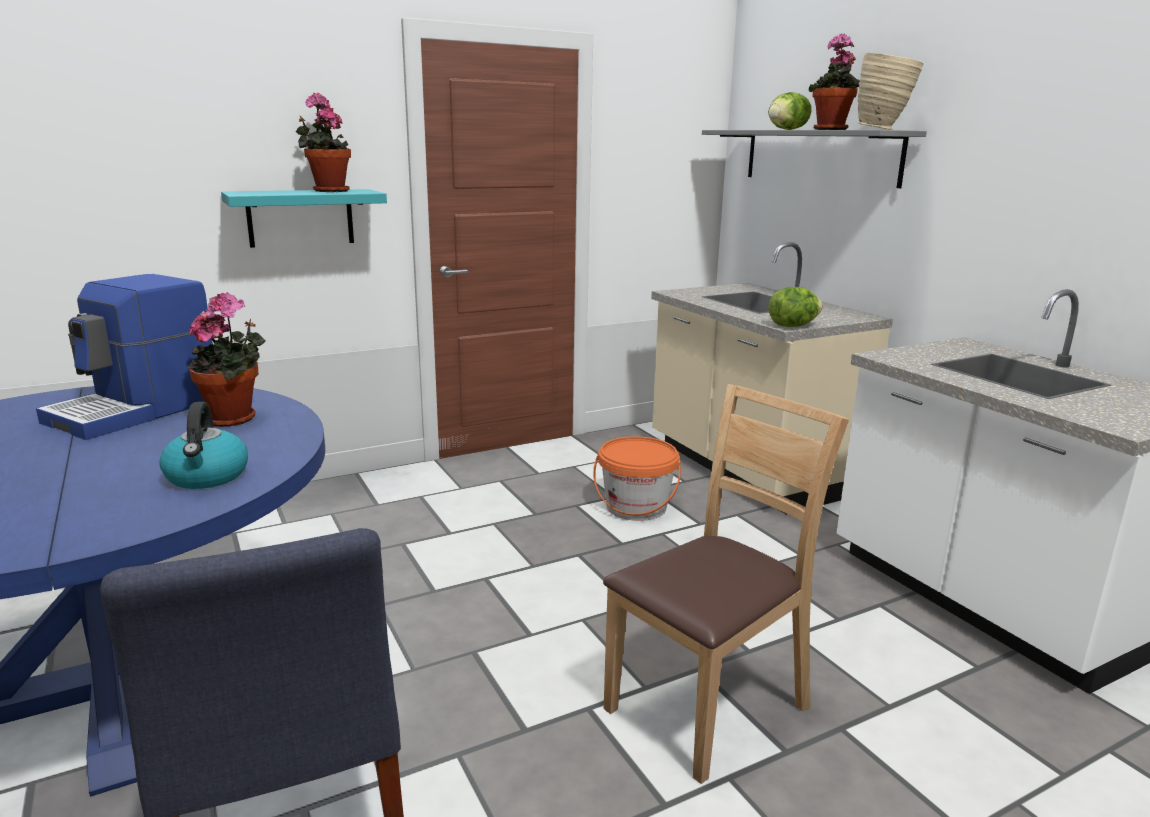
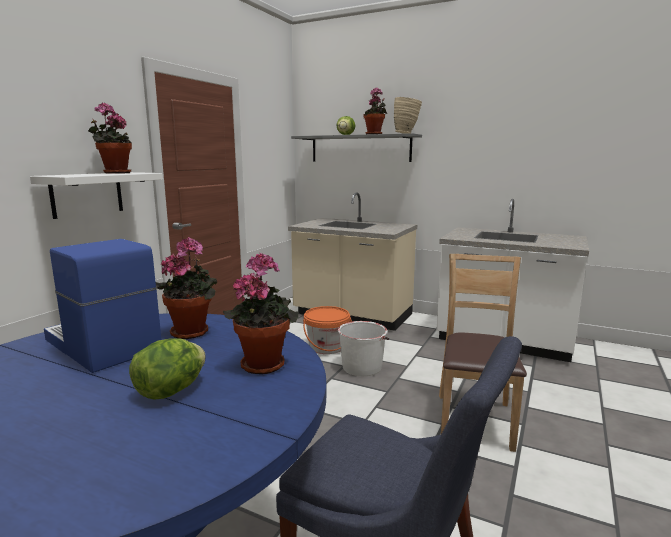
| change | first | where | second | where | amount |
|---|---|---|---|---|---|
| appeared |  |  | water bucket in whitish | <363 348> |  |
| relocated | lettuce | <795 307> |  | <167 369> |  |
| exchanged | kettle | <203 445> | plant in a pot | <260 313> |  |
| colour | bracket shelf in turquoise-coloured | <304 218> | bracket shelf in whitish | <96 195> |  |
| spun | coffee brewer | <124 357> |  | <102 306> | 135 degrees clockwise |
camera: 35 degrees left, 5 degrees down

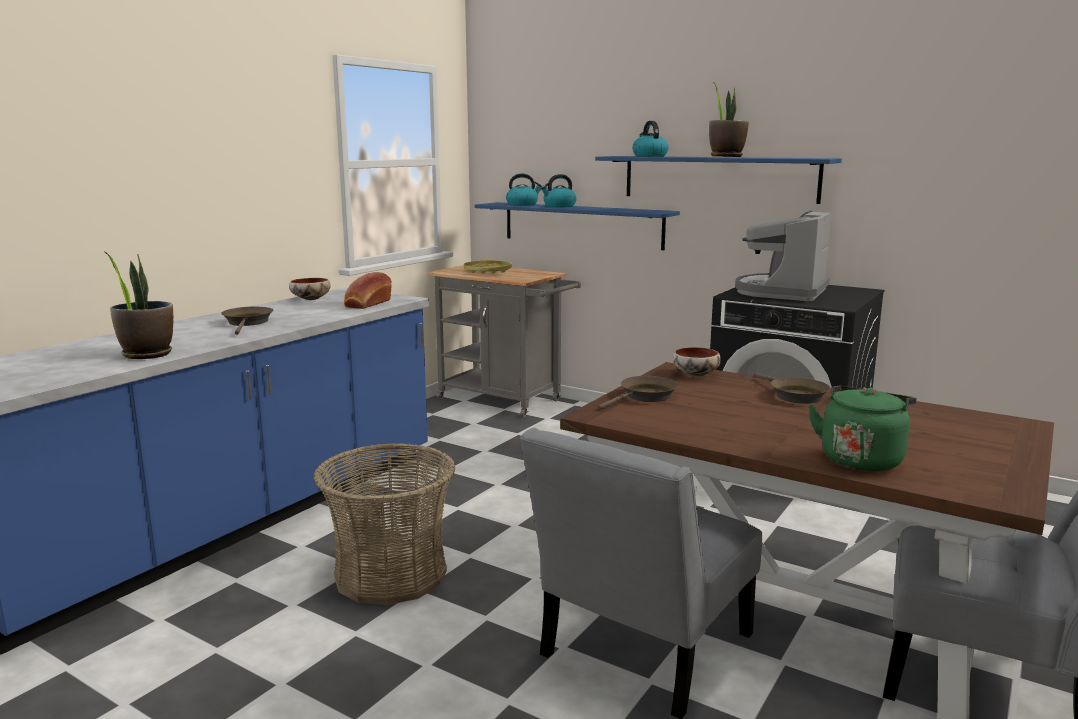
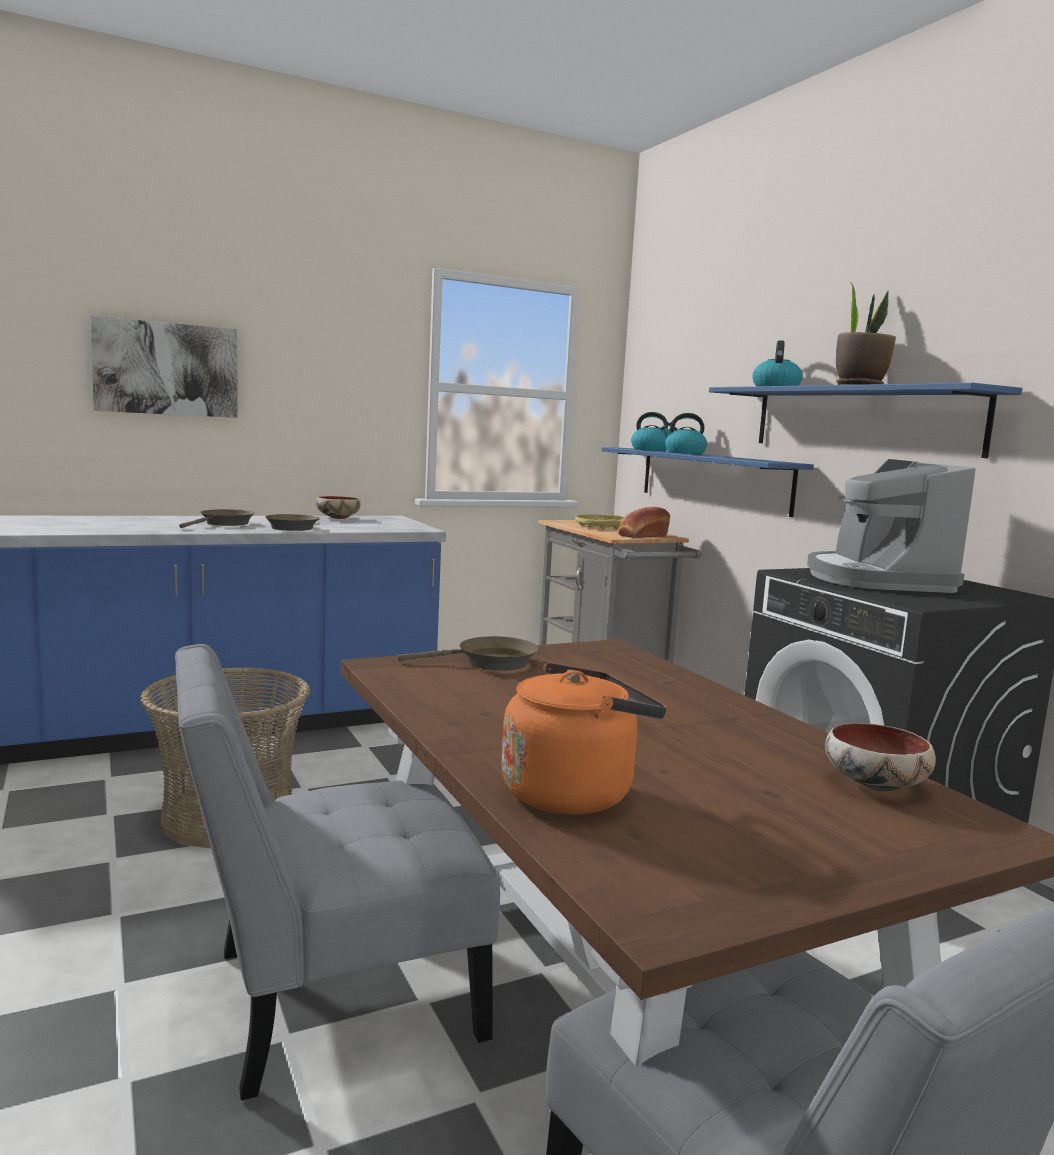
| change | first | where | second | where | amount |
|---|---|---|---|---|---|
| missing | plant in a pot | <139 305> |  |  |  |
| appeared |  |  | wall picture | <164 367> |  |
| relocated | bread | <368 290> |  | <644 522> |  |
| relocated | bowl | <697 361> |  | <880 757> |  |
| relocated | frying pan in brownish | <792 388> |  | <292 522> |  |
| colour | kettle in green | <862 428> | kettle in orangey | <583 738> |  |
| spun | coffee brewer | <783 256> |  | <891 526> | 60 degrees counterclockwise |
camera: 30 degrees right, 5 degrees down

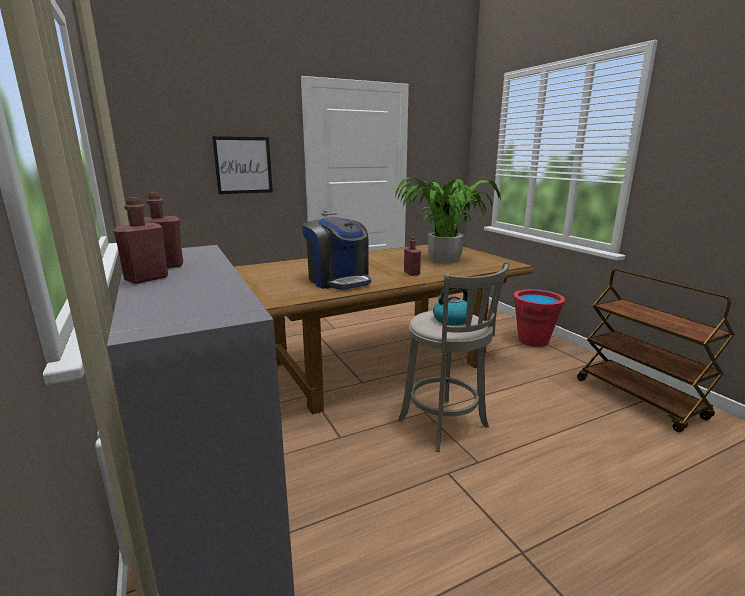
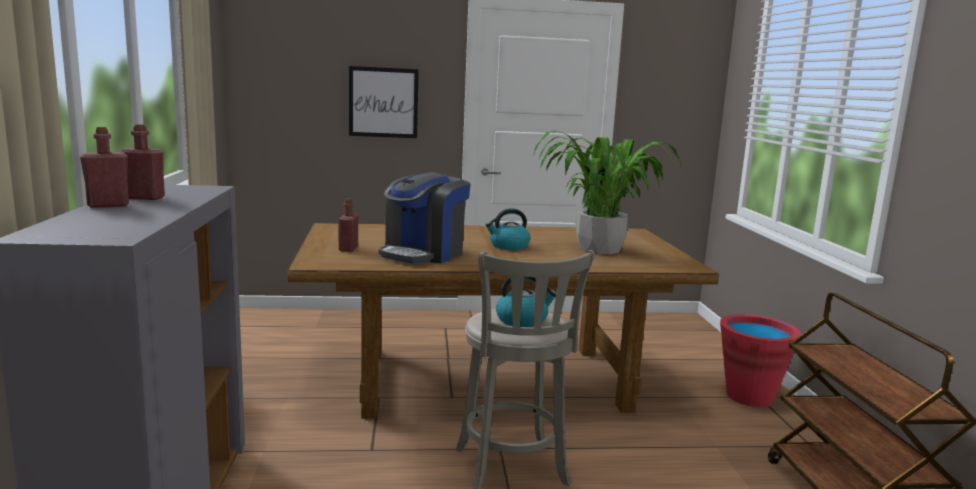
| change | first | where | second | where | amount |
|---|---|---|---|---|---|
| appeared |  |  | kettle | <507 229> |  |
| relocated | drink bottle in red-coloured | <412 256> |  | <348 225> |  |
| spun | coffee brewer | <336 253> |  | <424 218> | 45 degrees clockwise |
camera: 20 degrees right, 5 degrees down

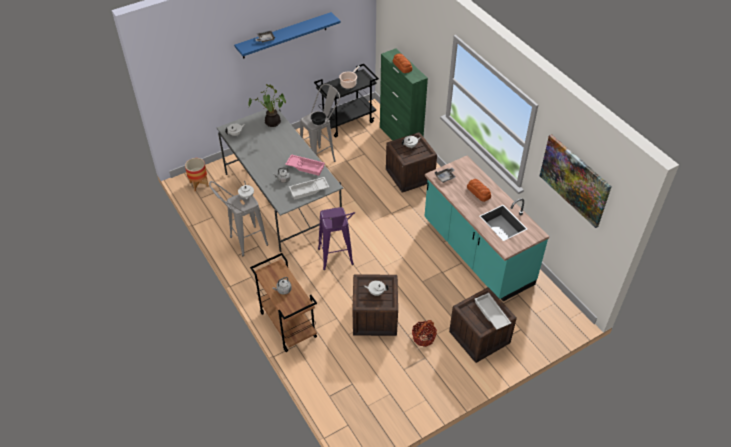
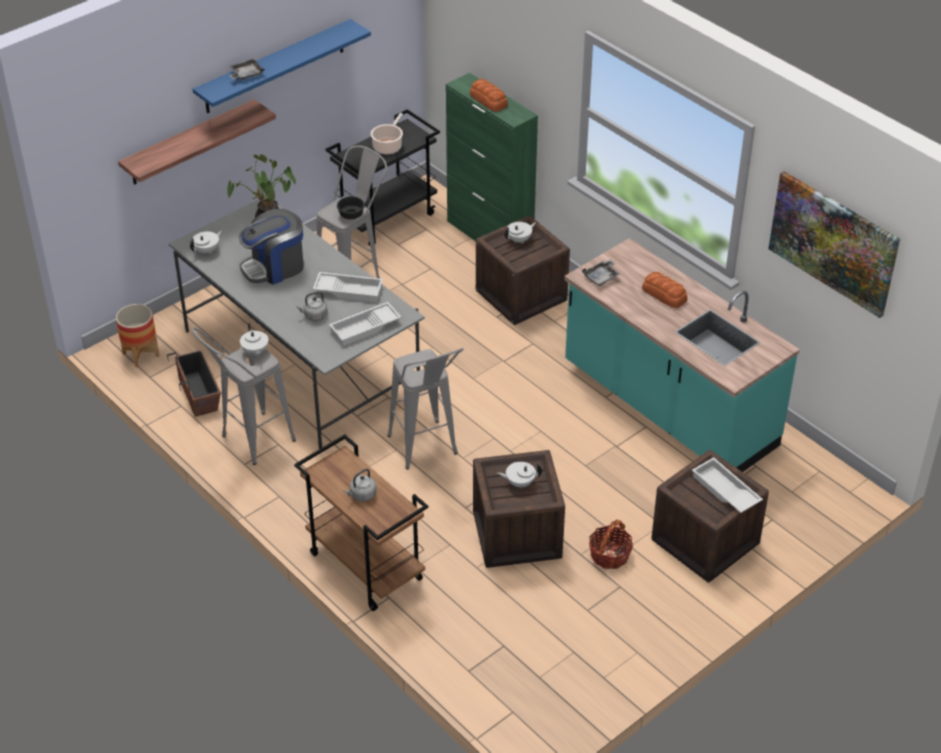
| change | first | where | second | where | amount |
|---|---|---|---|---|---|
| appeared |  |  | bracket shelf | <197 142> |  |
| appeared |  |  | plant pot | <194 383> |  |
| appeared |  |  | coffee brewer | <271 246> |  |
| colour | serving tray in pink | <305 165> | serving tray in whitish | <348 287> |  |
| colour | stool seat in purple-coloured | <336 238> | stool seat in grey | <426 408> |  |
camera: 10 degrees left, 5 degrees down

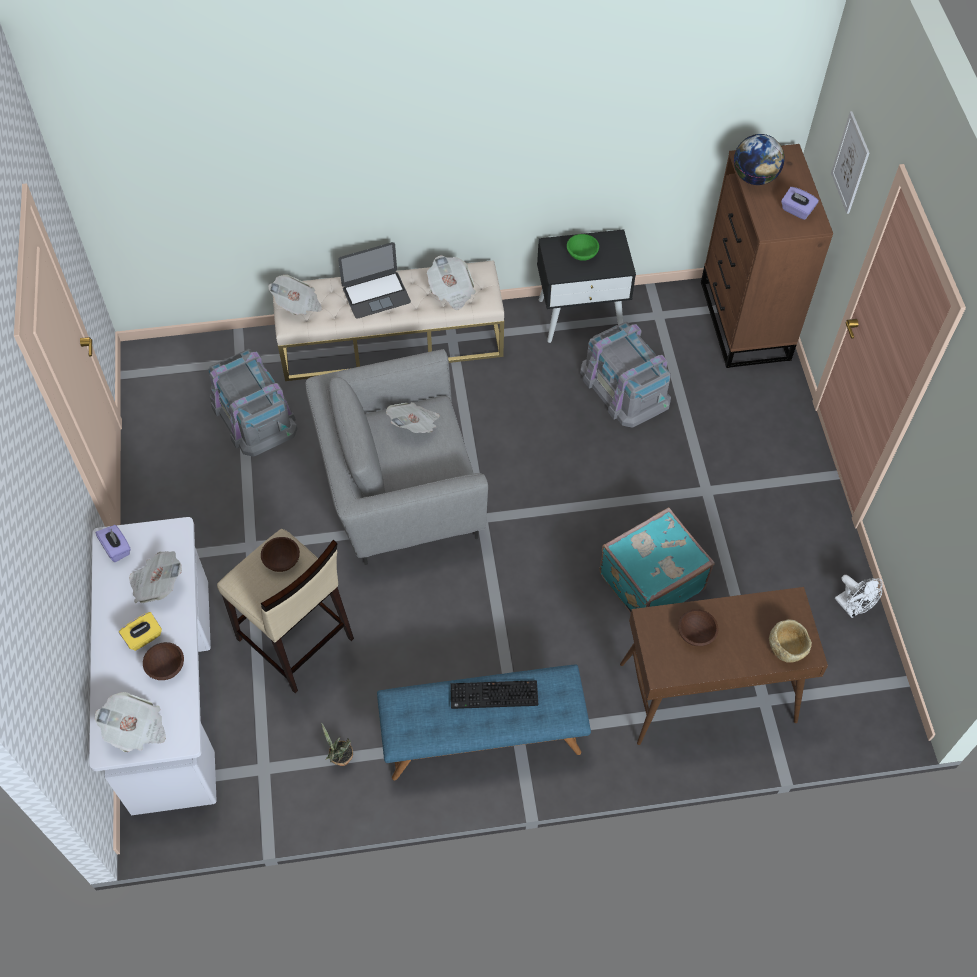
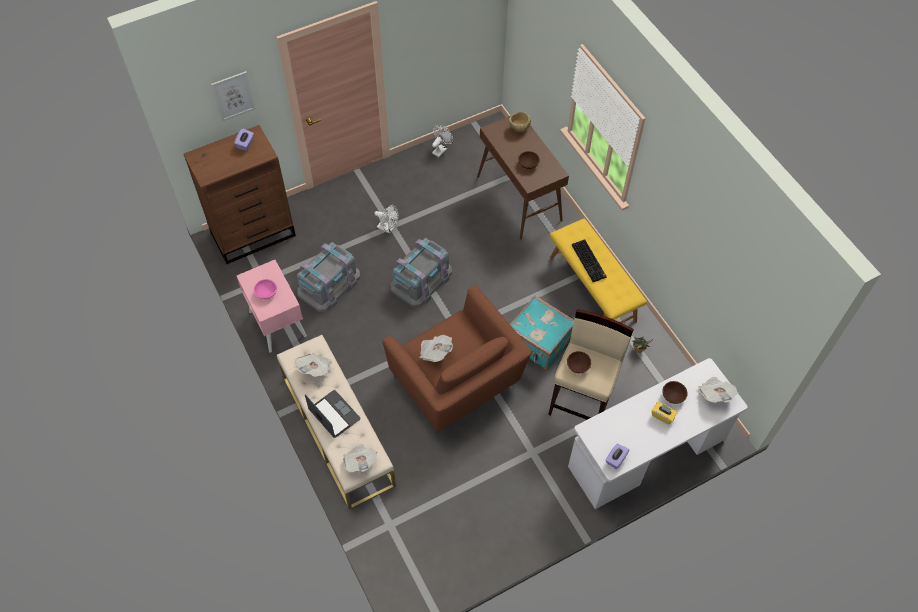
| change | first | where | second | where | amount |
|---|---|---|---|---|---|
| missing | printed paper | <155 577> |  |  |  |
| missing | globe | <759 159> |  |  |  |
| appeared |  |  | fan in whitish | <386 219> |  |
| relocated | storage box in grey | <253 403> |  | <421 272> |  |
| relocated | suitcase in turquoise-coloured | <657 560> |  | <542 332> |  |
| colour | armchair in grey | <397 457> | armchair in brownish | <457 359> |  |
| colour | bench in bluish | <484 722> | bench in yellow-coloured | <598 271> |  |
| colour | night table in black-coloured | <586 286> | night table in pink | <272 306> |  |
| colour | bowl in green | <583 247> | bowl in pink | <265 289> |  |
camera: 110 degrees left, 0 degrees up

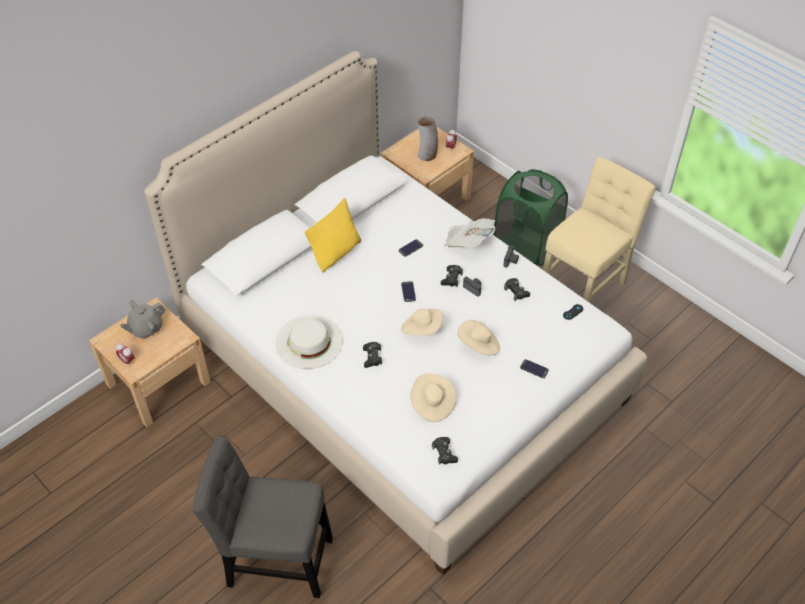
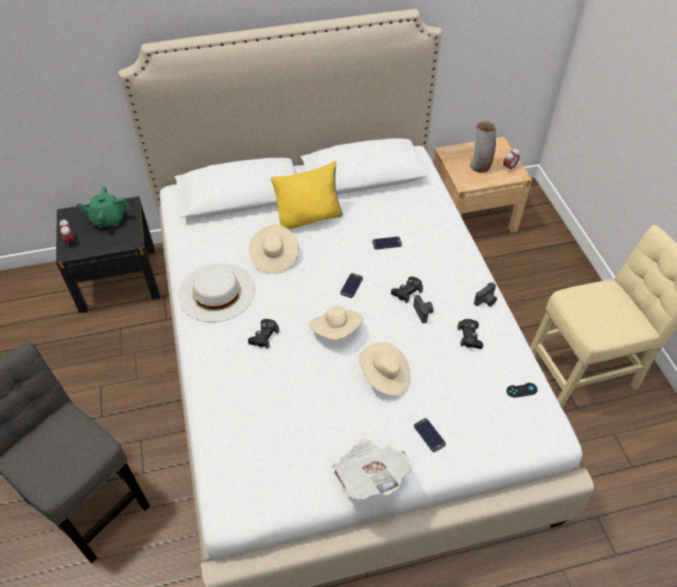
| change | first | where | second | where | amount |
|---|---|---|---|---|---|
| missing | game controller in black-coloured | <445 450> |  |  |  |
| missing | laundry basket in green | <531 217> |  |  |  |
| relocated | clothing hat in sand-coloured | <433 398> |  | <274 249> |  |
| relocated | printed paper | <469 233> |  | <372 469> |  |
| colour | night table in sand-coloured | <150 362> | night table in black-coloured | <108 254> |  |
| colour | teapot in grey | <143 319> | teapot in green | <103 207> |  |
camera: 30 degrees right, 0 degrees up

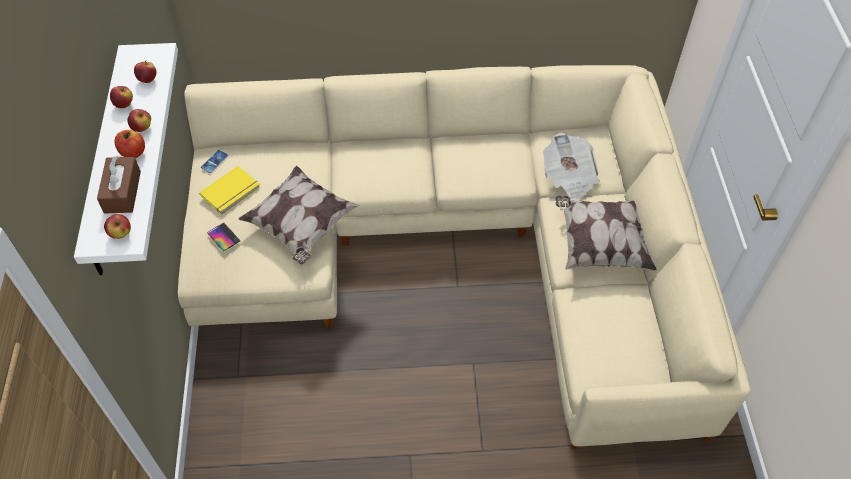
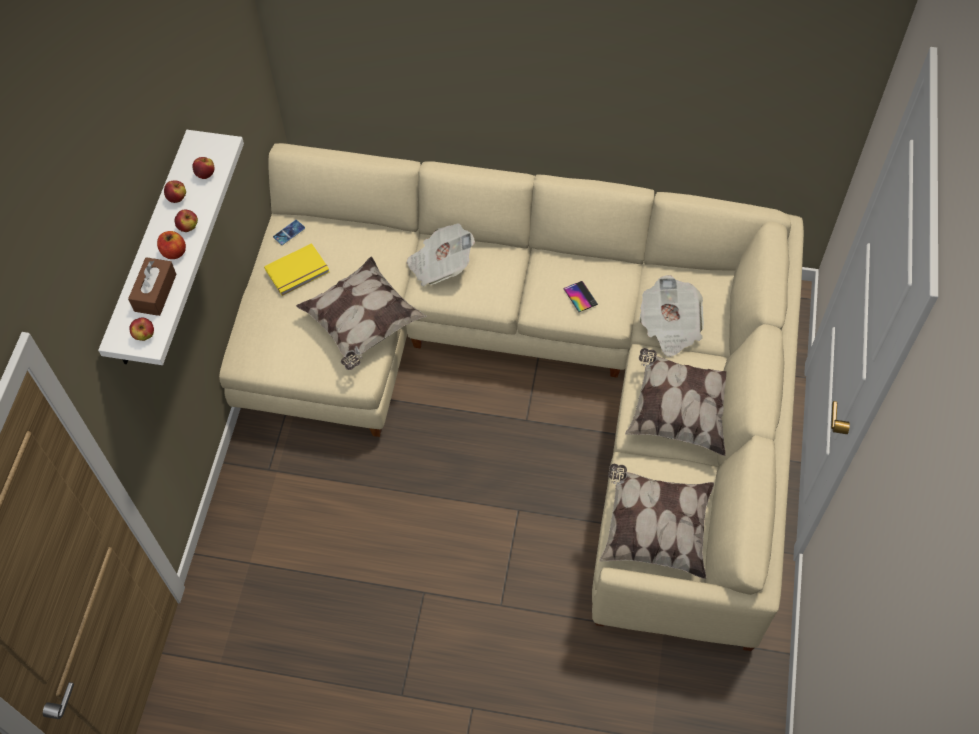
| change | first | where | second | where | amount |
|---|---|---|---|---|---|
| appeared |  |  | printed paper | <441 255> |  |
| appeared |  |  | throw pillow | <656 521> |  |
| relocated | handset | <223 237> |  | <580 296> |  |
camera: 15 degrees right, 5 degrees up

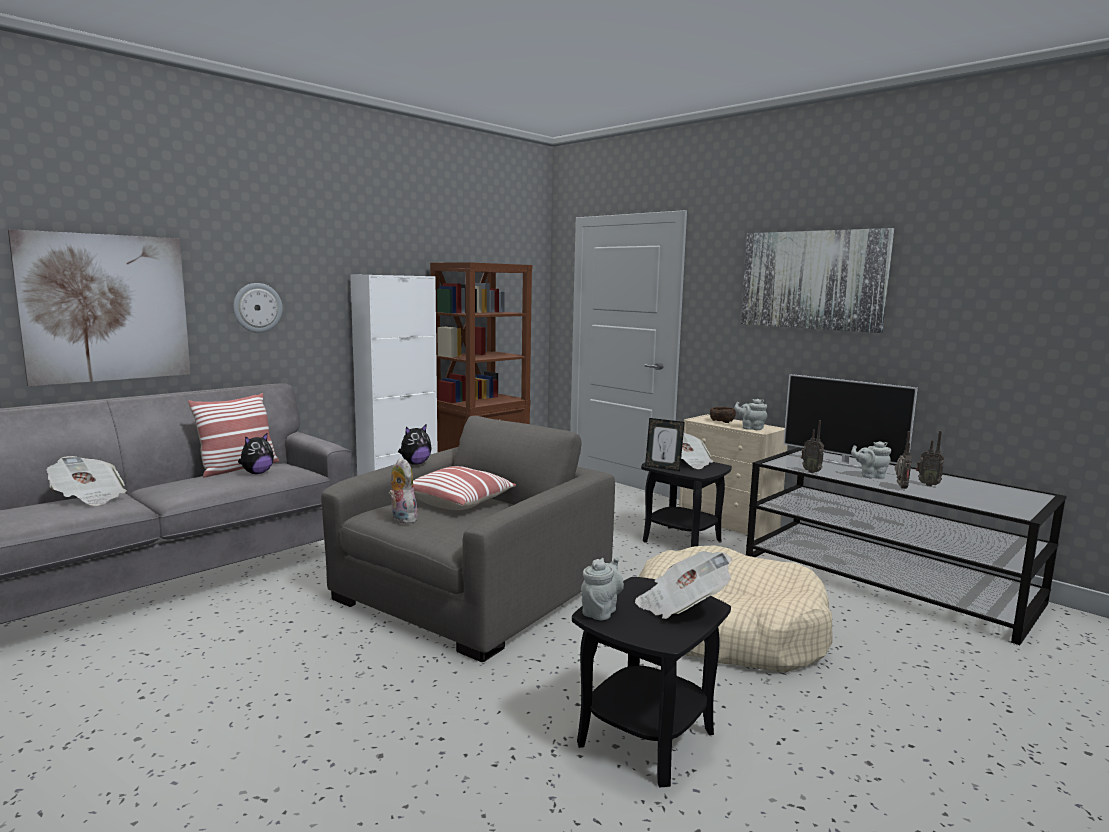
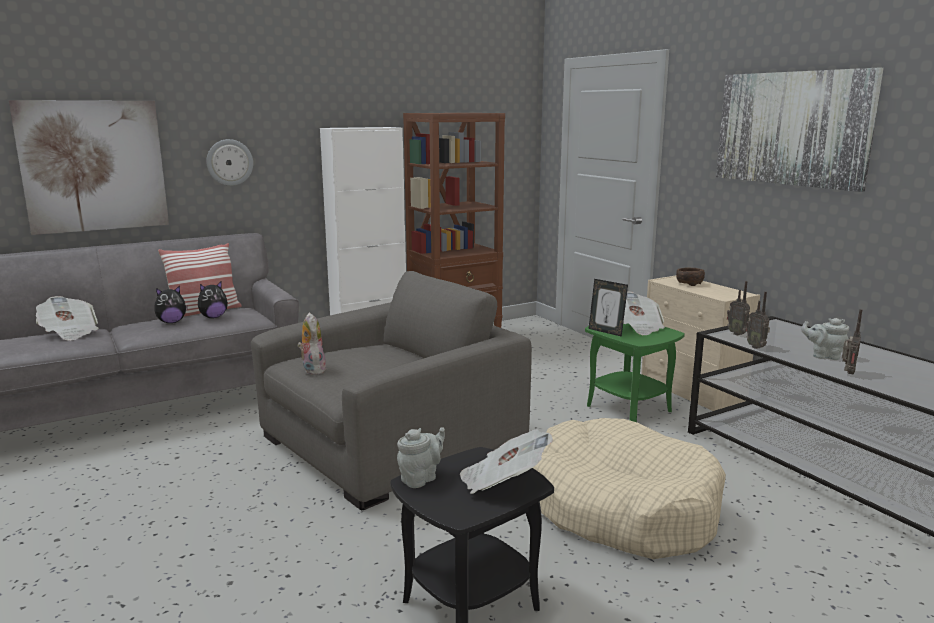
| change | first | where | second | where | amount |
|---|---|---|---|---|---|
| missing | throw pillow | <464 488> |  |  |  |
| missing | teapot in grey | <751 414> |  |  |  |
| missing | television | <850 421> |  |  |  |
| relocated | plush toy | <415 444> |  | <171 304> |  |
| relocated | radio set | <930 458> |  | <738 308> |  |
| colour | side table in black-coloured | <686 503> | side table in green | <635 372> |  |
camera: 15 degrees right, 5 degrees up

